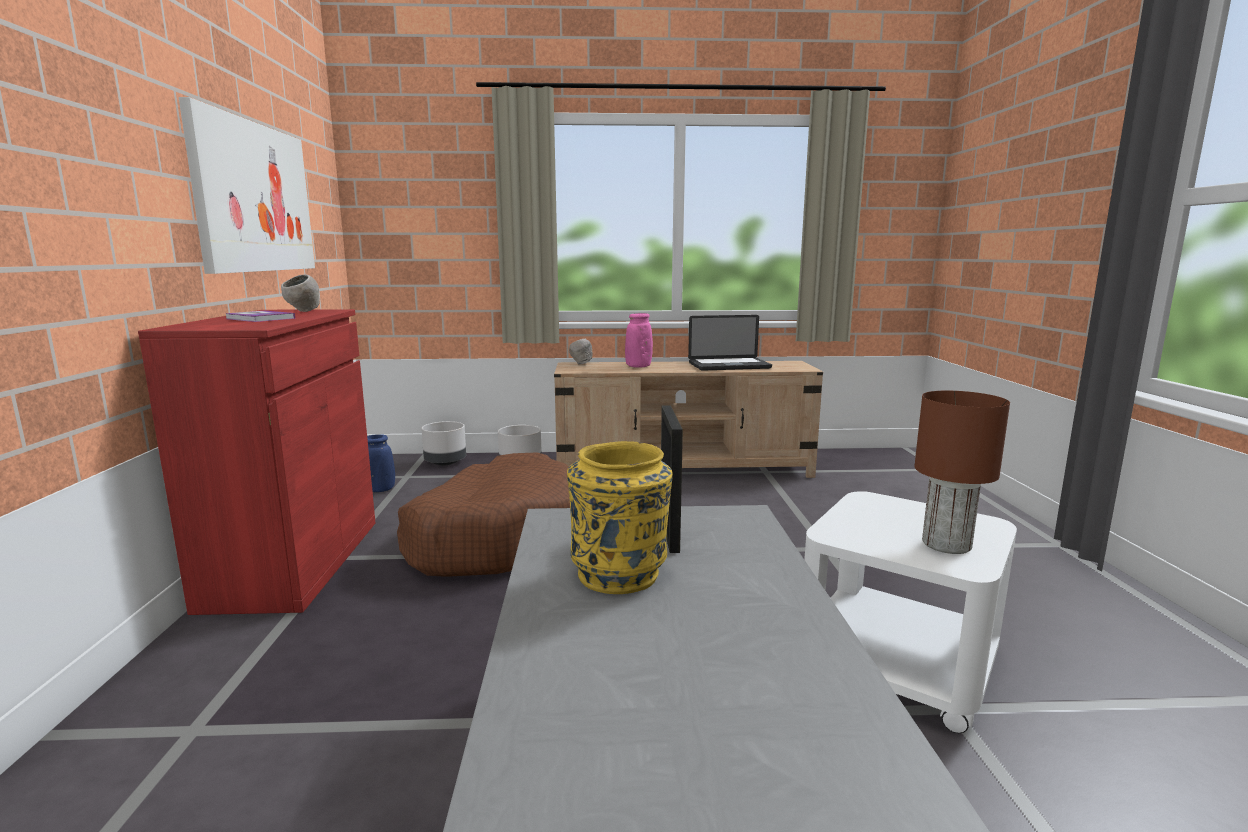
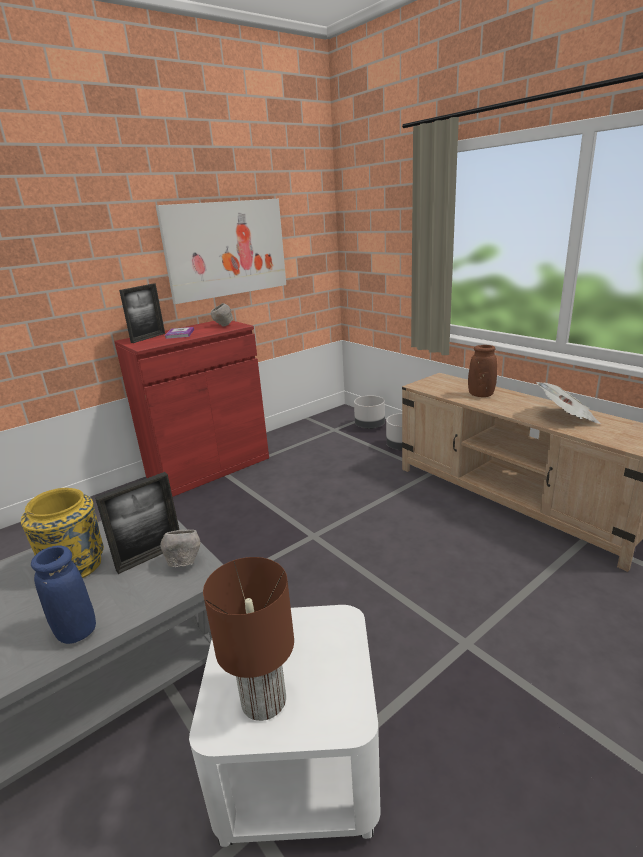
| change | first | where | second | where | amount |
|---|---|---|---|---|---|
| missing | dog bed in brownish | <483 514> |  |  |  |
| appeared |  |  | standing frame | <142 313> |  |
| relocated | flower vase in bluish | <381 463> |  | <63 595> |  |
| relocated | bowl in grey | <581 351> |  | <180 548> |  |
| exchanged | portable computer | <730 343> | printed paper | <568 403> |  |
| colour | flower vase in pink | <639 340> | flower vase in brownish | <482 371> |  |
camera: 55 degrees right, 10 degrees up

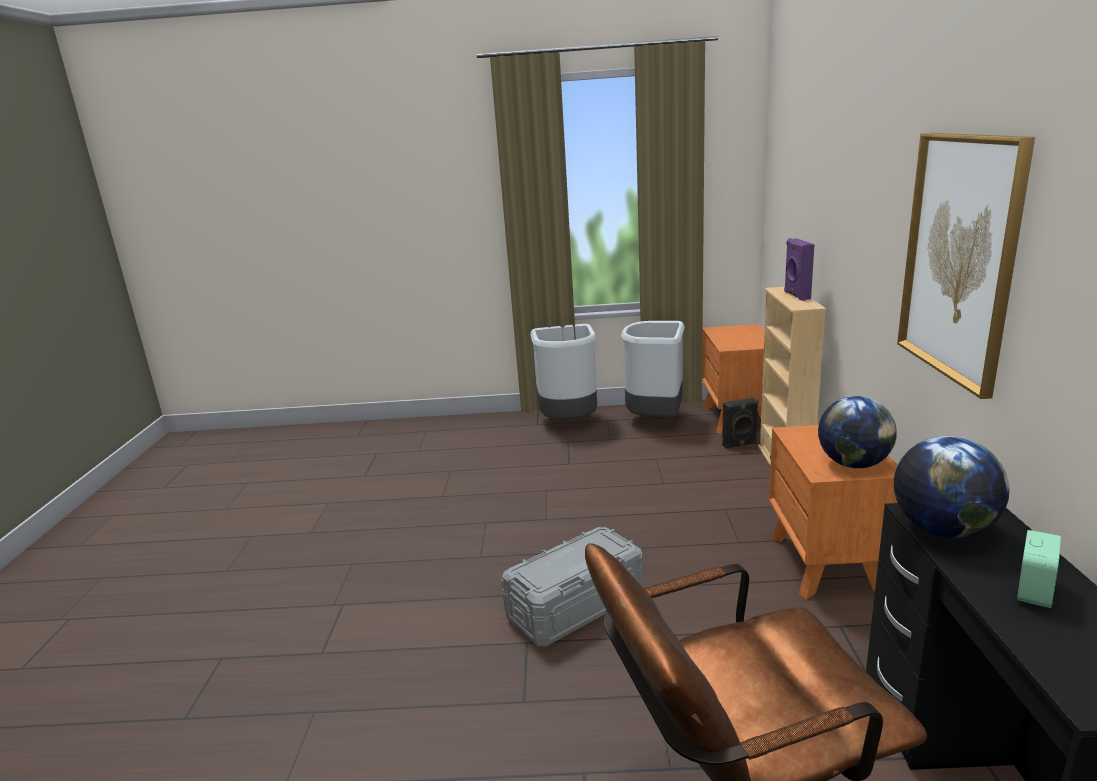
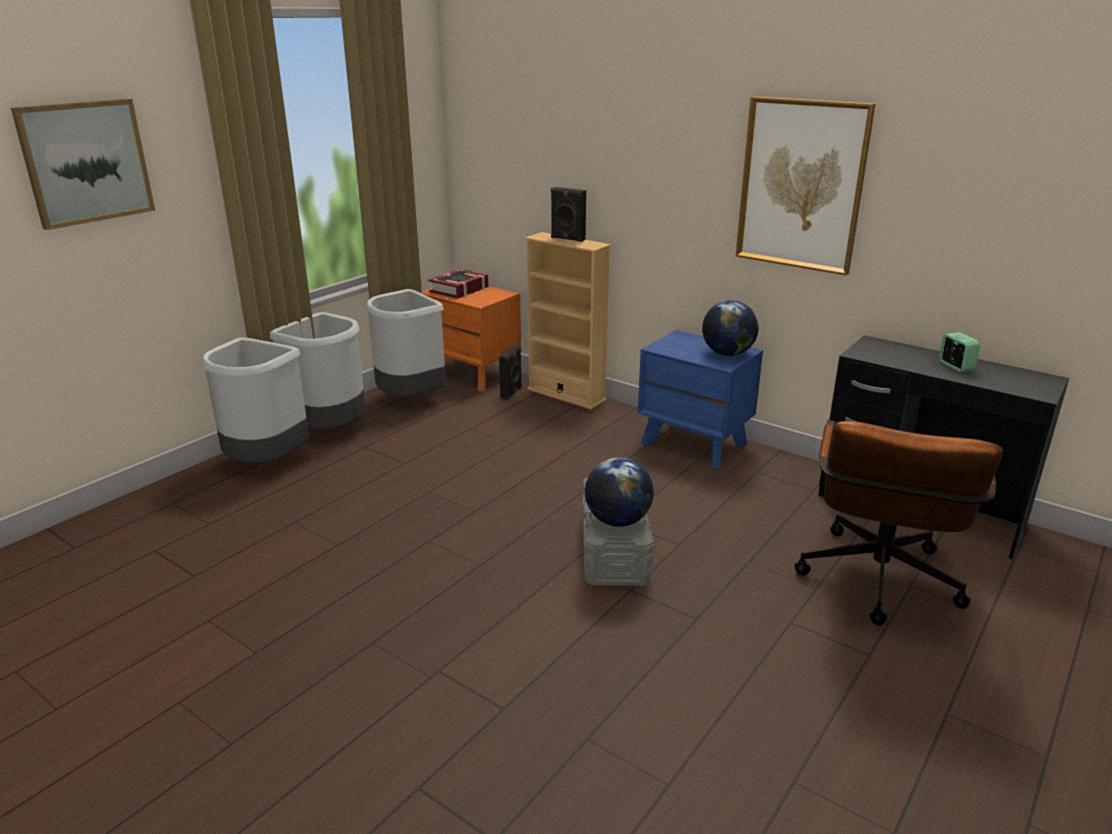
| change | first | where | second | where | amount |
|---|---|---|---|---|---|
| appeared |  |  | wall picture | <83 164> |  |
| appeared |  |  | waste bin in grey | <255 400> |  |
| appeared |  |  | volume | <458 284> |  |
| relocated | globe | <952 487> |  | <619 492> |  |
| colour | night table in orangey | <833 512> | night table in bluish | <700 399> |  |
| colour | audio speaker in purple-coloured | <799 269> | audio speaker in black-coloured | <568 214> |  |
camera: 55 degrees left, 5 degrees up

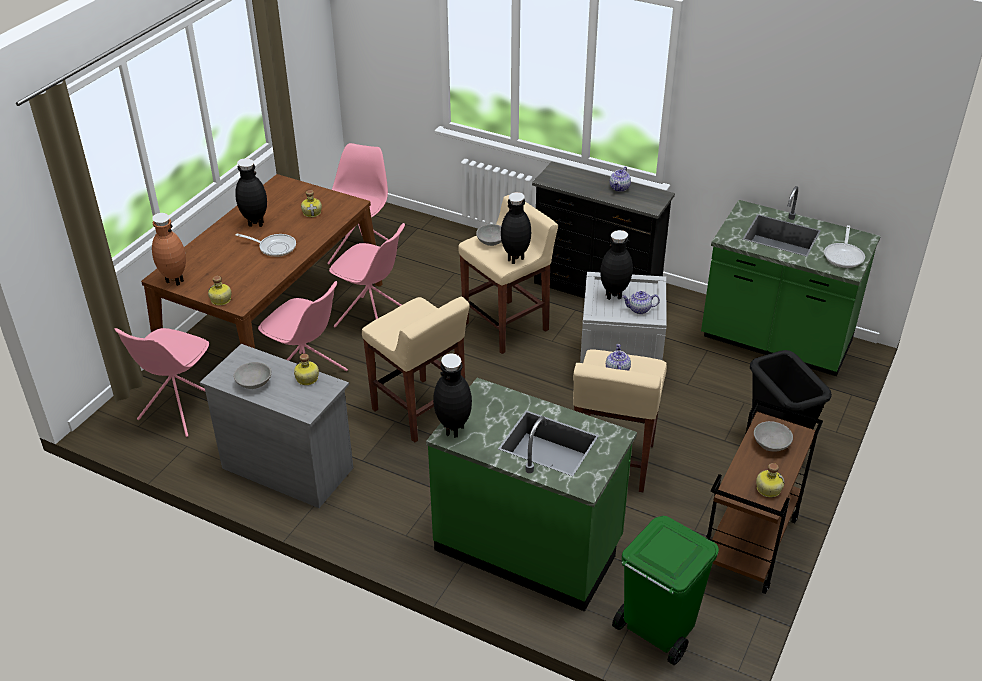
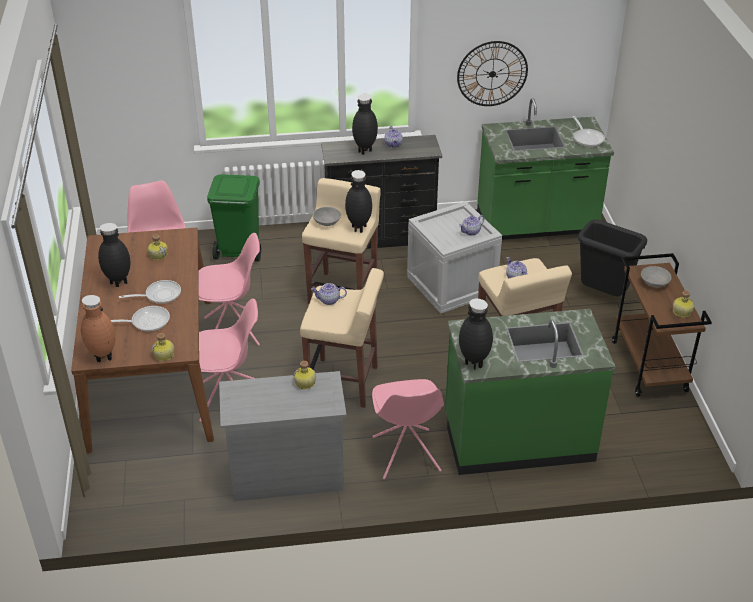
| change | first | where | second | where | amount |
|---|---|---|---|---|---|
| missing | bowl in grey | <252 375> |  |  |  |
| appeared |  |  | frying pan | <140 319> |  |
| appeared |  |  | teapot | <329 294> |  |
| appeared |  |  | clock on the wall | <492 73> |  |
| relocated | plain chair in pink | <162 382> |  | <408 429> |  |
| relocated | flower vase in black-coloured | <617 265> |  | <365 124> |  |
| relocated | waste bin in green | <665 590> |  | <234 218> |  |
camera: 35 degrees left, 0 degrees up

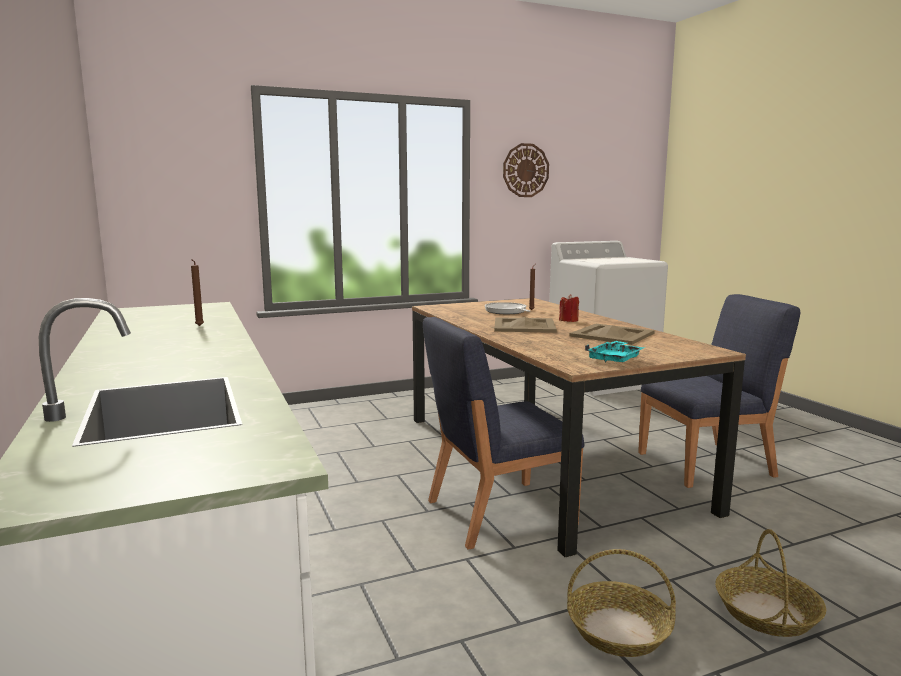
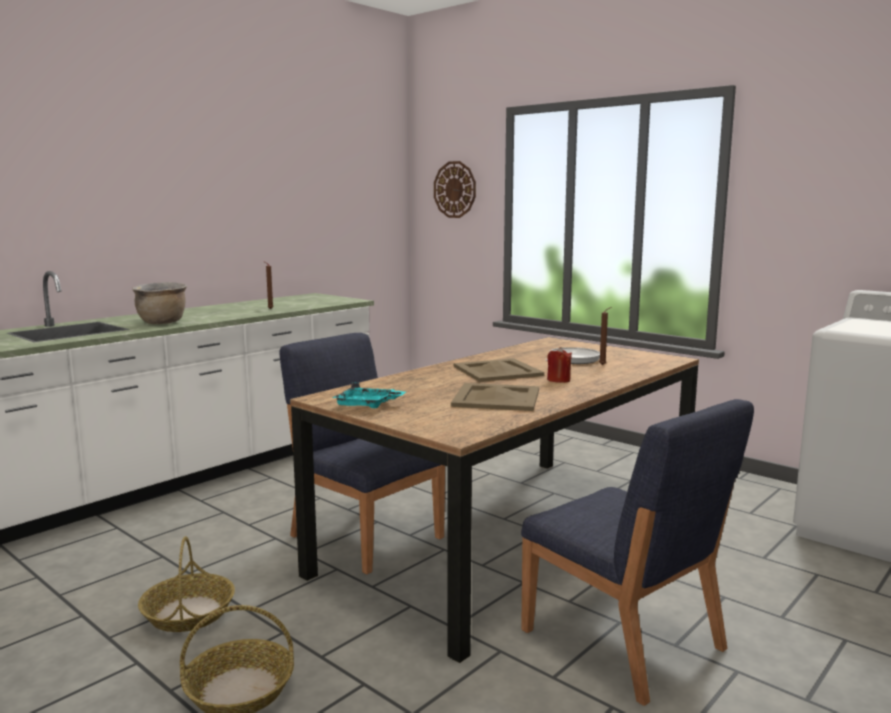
| change | first | where | second | where | amount |
|---|---|---|---|---|---|
| appeared |  |  | cooking pot in brownish | <159 303> |  |
| relocated | clock on the wall | <526 170> |  | <455 189> |  |
camera: 65 degrees right, 0 degrees up

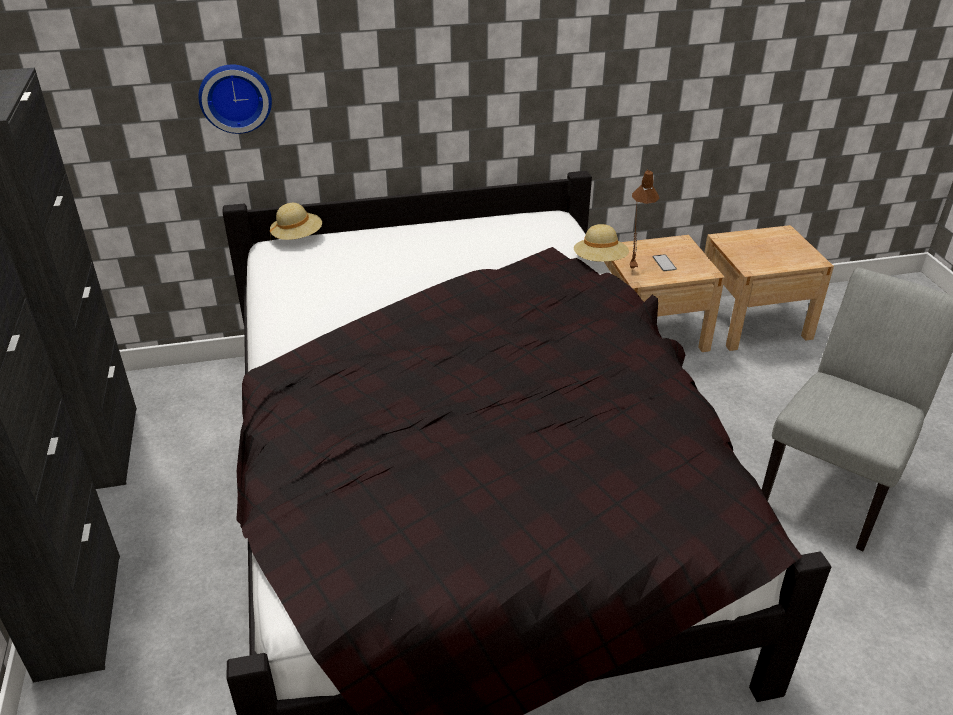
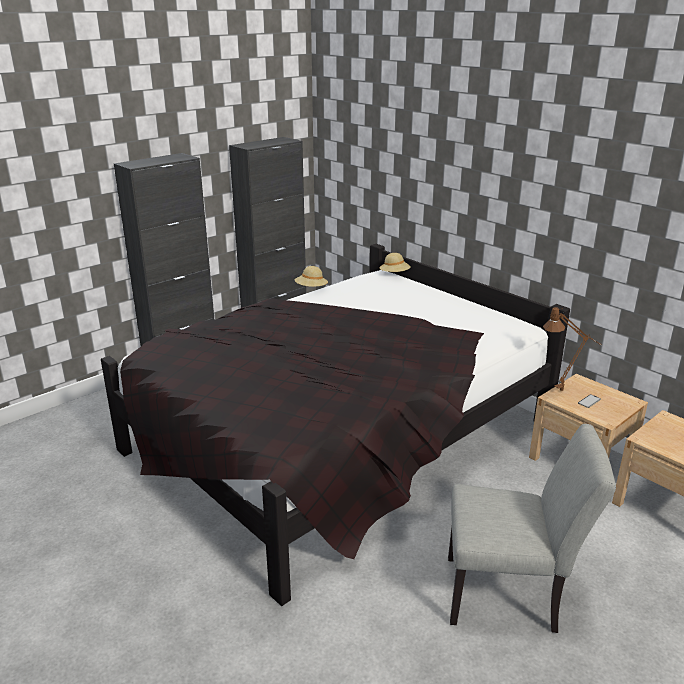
| change | first | where | second | where | amount |
|---|---|---|---|---|---|
| missing | clock on the wall | <235 99> |  |  |  |
| relocated | clothing hat in sand-coloured | <601 243> |  | <311 276> |  |
camera: 60 degrees right, 10 degrees down

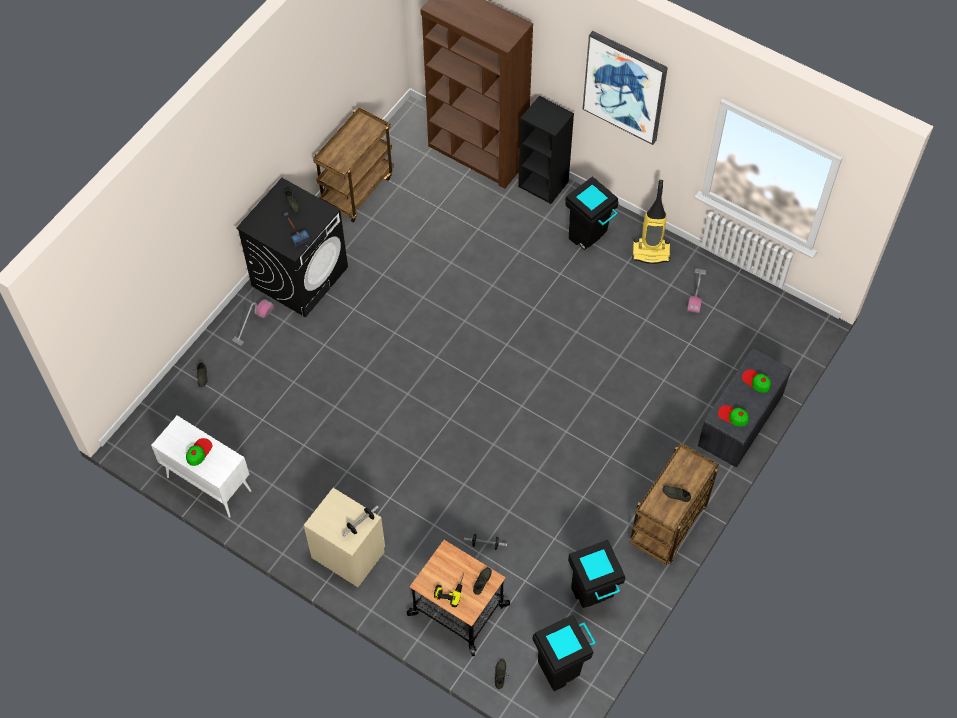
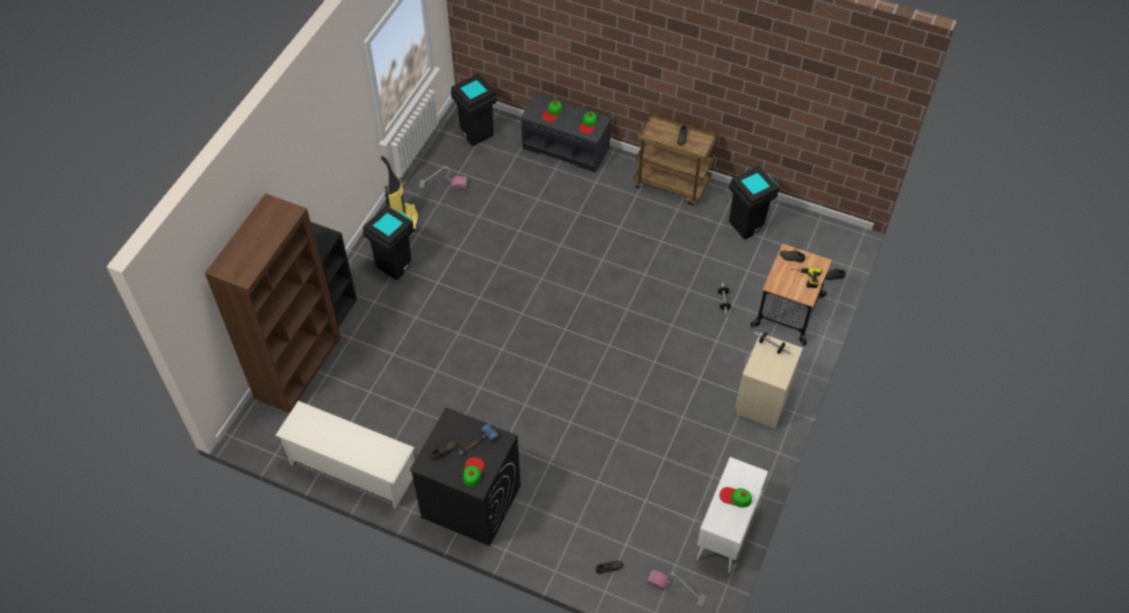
| change | first | where | second | where | amount |
|---|---|---|---|---|---|
| missing | wall picture | <625 88> |  |  |  |
| appeared |  |  | peaked cap | <473 472> |  |
| relocated | vacuum | <253 322> |  | <676 588> |  |
| relocated | waste bin in black-coloured | <564 653> |  | <474 110> |  |
| exchanged | trolley in brownish | <353 164> | shoe shelf in whitish | <345 455> |  |
camera: 100 degrees left, 5 degrees down

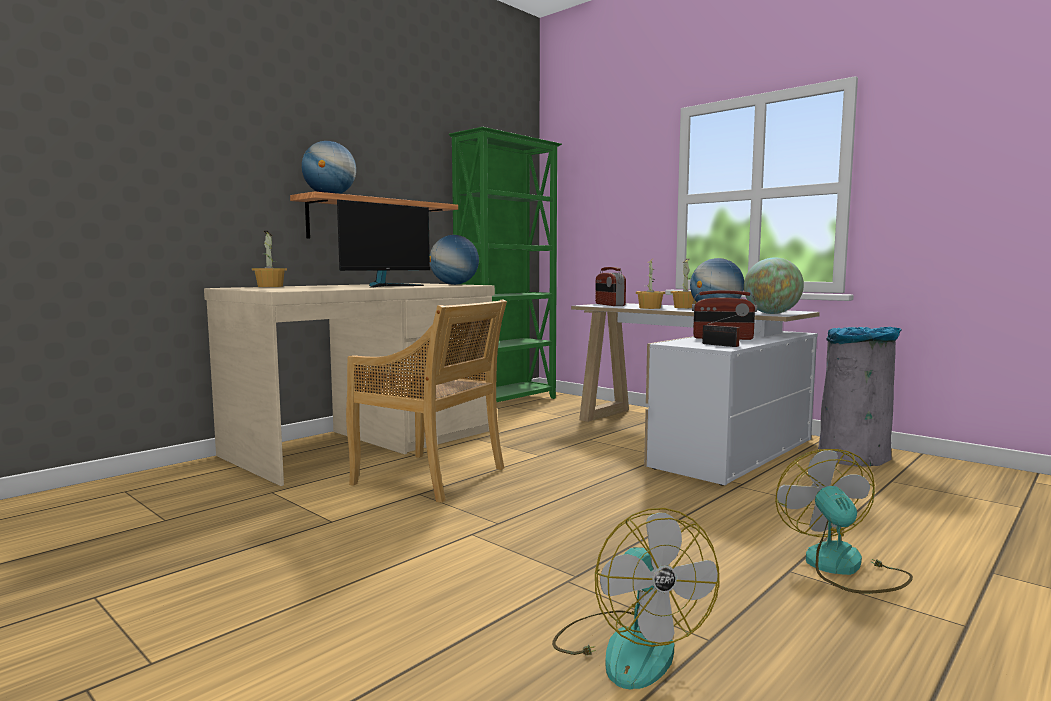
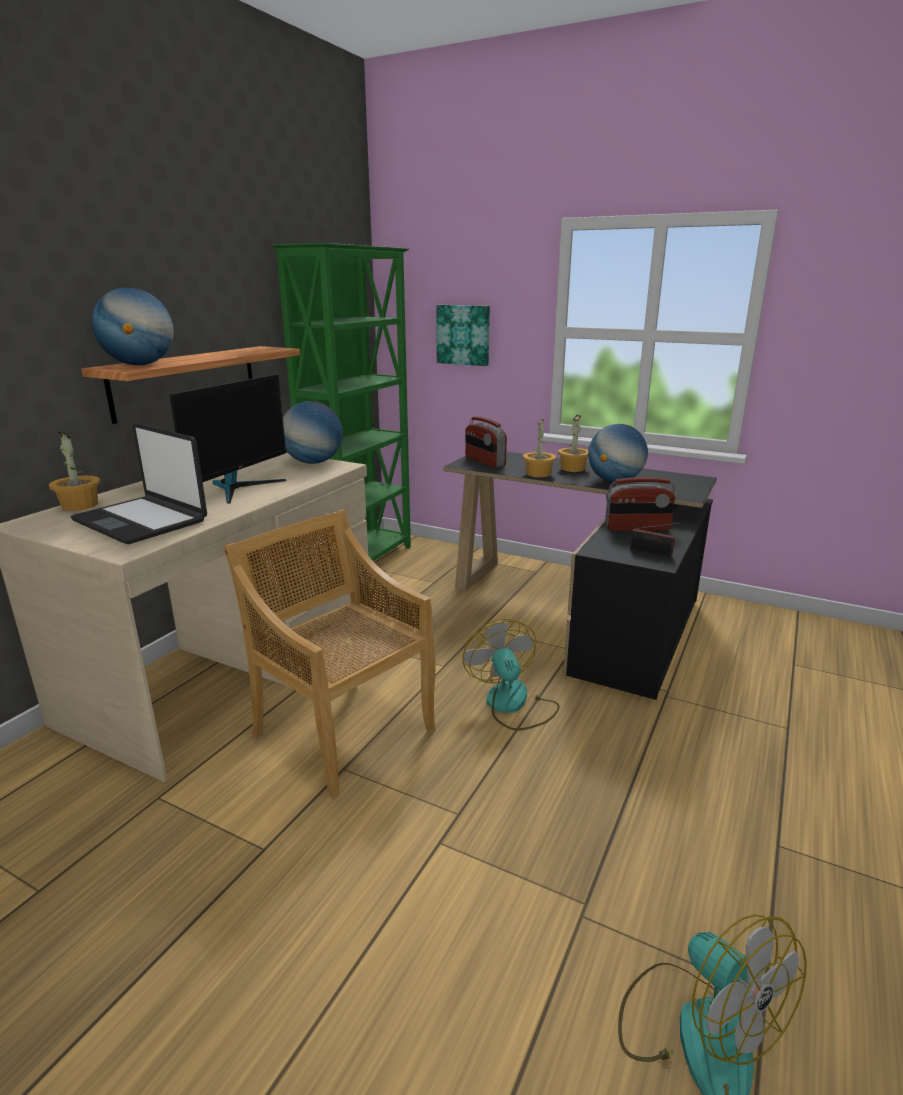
| change | first | where | second | where | amount |
|---|---|---|---|---|---|
| missing | globe | <774 285> |  |  |  |
| missing | waste bin in grey | <860 397> |  |  |  |
| appeared |  |  | portable computer | <139 483> |  |
| appeared |  |  | wall picture | <463 335> |  |
| relocated | fan | <844 521> |  | <511 674> |  |
| colour | desk unit in whitish | <695 394> | desk unit in black-coloured | <580 576> |  |
| spun | plain chair in sand-coloured | <426 401> |  | <330 654> | 150 degrees counterclockwise |
camera: 15 degrees left, 15 degrees up

